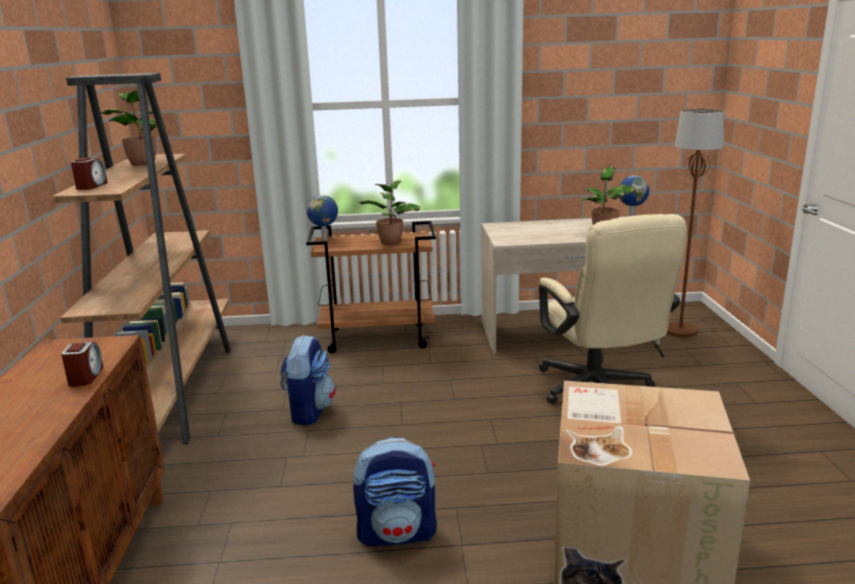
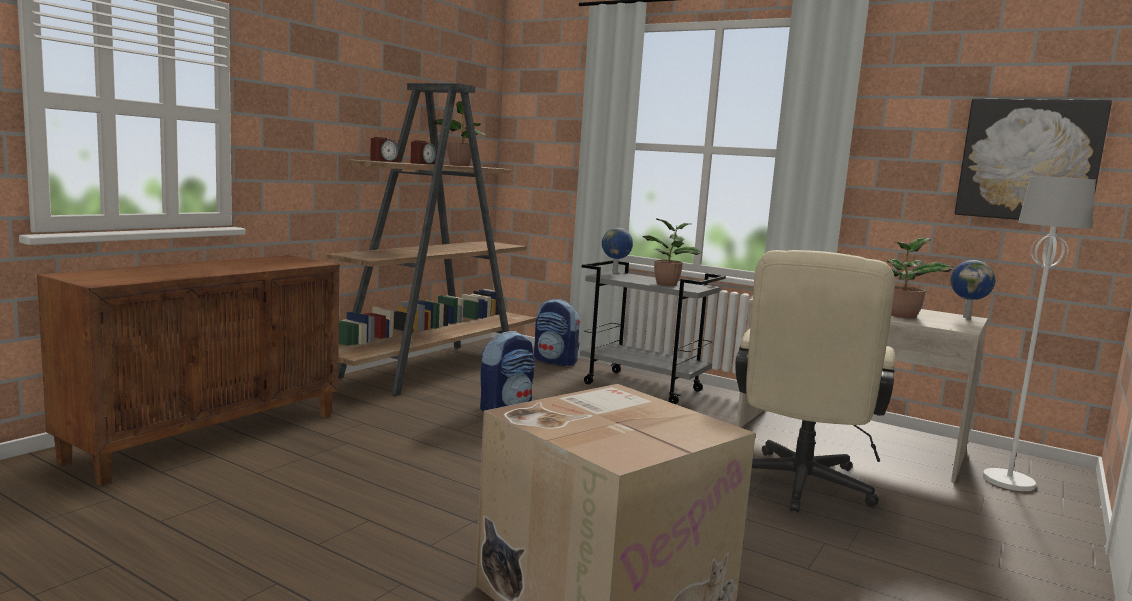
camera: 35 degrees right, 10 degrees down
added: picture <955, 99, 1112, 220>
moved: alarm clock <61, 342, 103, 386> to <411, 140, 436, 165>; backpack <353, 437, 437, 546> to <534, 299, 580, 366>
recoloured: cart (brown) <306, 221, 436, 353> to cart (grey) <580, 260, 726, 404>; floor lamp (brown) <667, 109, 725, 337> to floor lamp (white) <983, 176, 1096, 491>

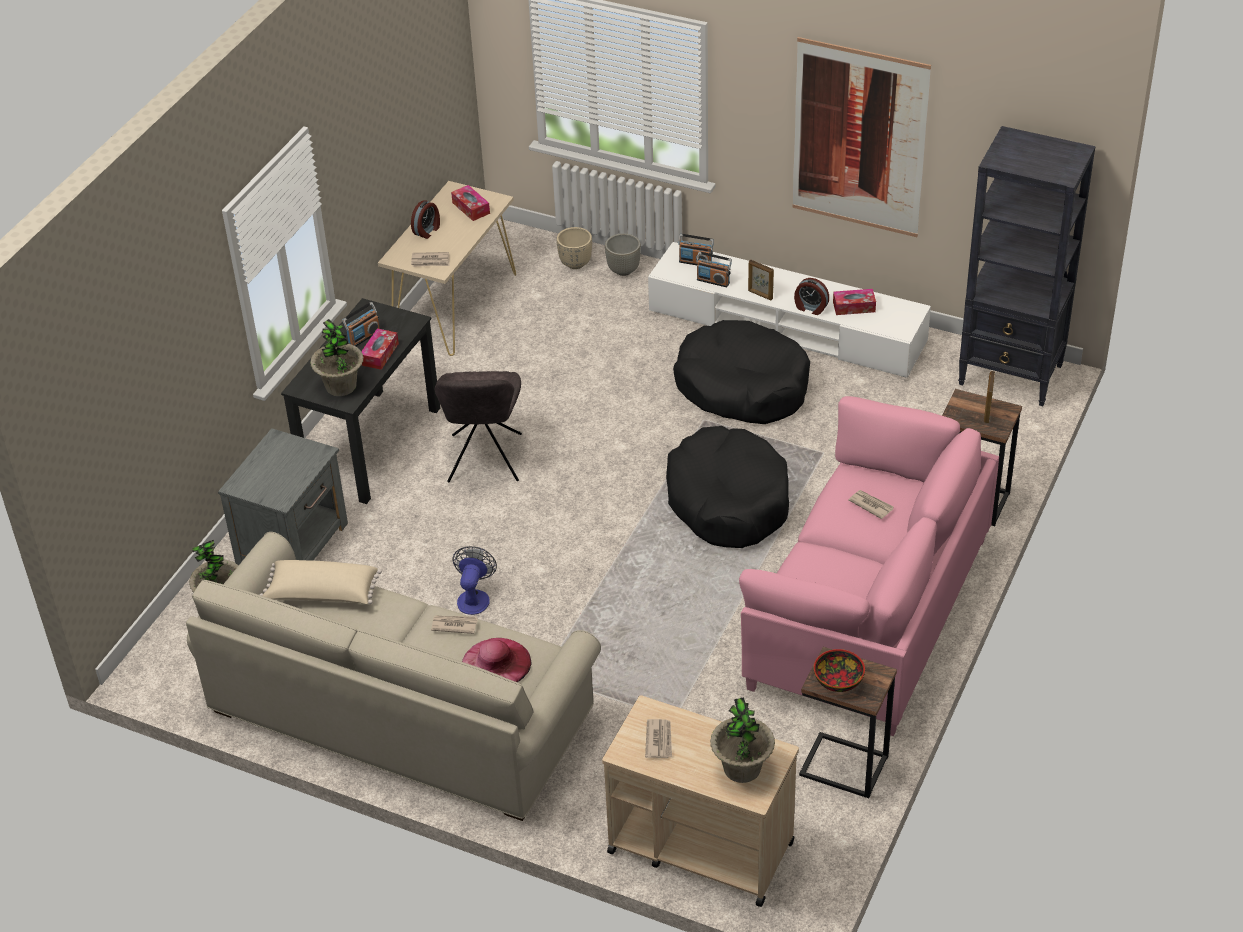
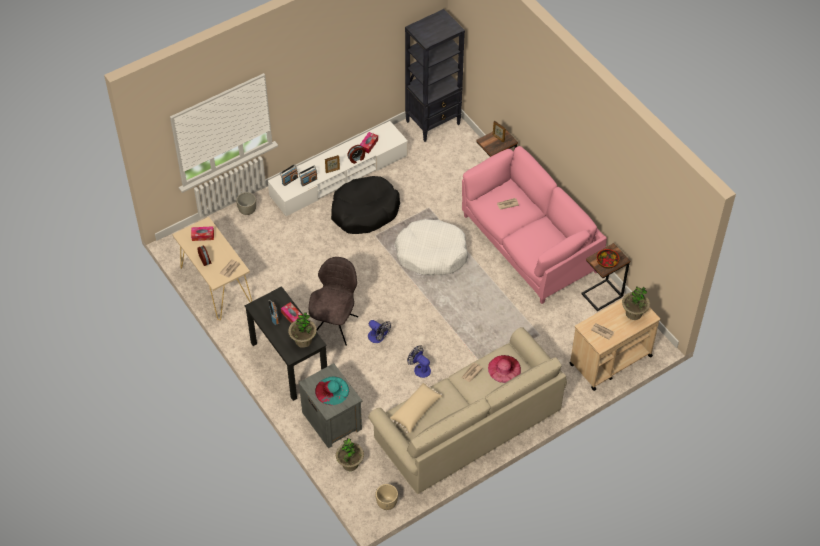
camera: 60 degrees left, 10 degrees up
removed: picture <793, 37, 931, 237>
added: hat (turquoise) <315, 376, 349, 405>; fan <368, 320, 391, 343>
moved: planter (beige) <556, 227, 592, 269> to <375, 484, 398, 510>
recoloured: dog bed (black) <666, 426, 789, 548> to dog bed (white) <395, 219, 468, 275>
turned: chair (grey) <435, 371, 522, 482> = <309, 257, 358, 346> 105 degrees counterclockwise

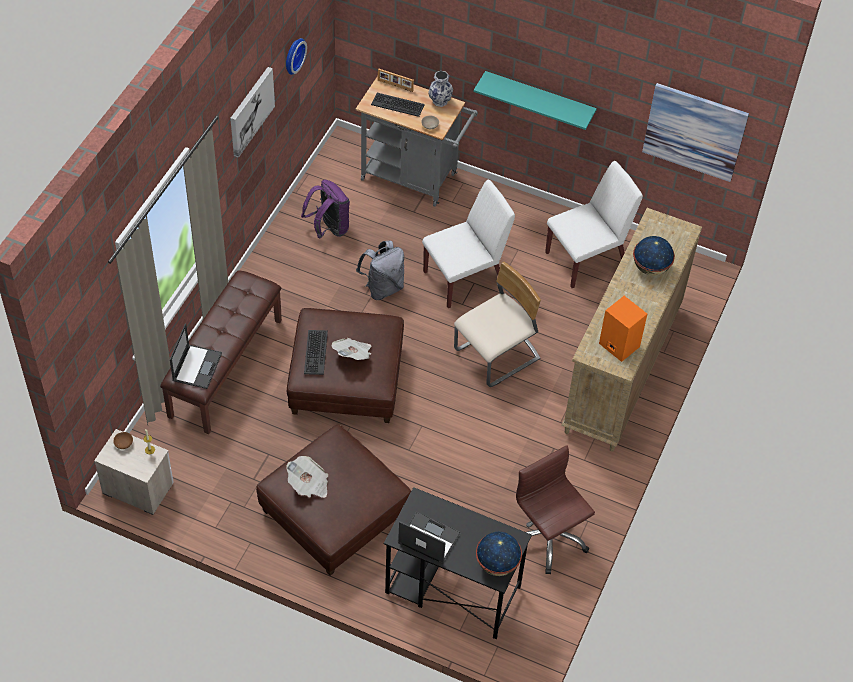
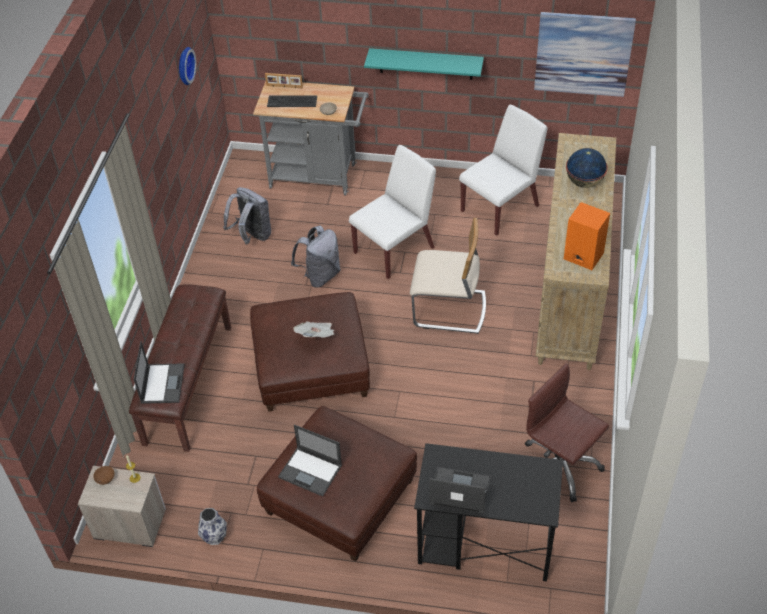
camera: 10 degrees left, 5 degrees down
removed: picture <230, 67, 275, 158>; keyboard <304, 330, 328, 375>; globe <476, 532, 522, 576>
moved: vase <428, 71, 453, 107> to <198, 508, 227, 545>
replaced: newspaper <286, 456, 328, 498> to laptop <278, 424, 342, 496>
recoloured: backpack (purple) <301, 180, 350, 239> to backpack (grey) <223, 187, 271, 244>
turned: chair (beige) <454, 262, 541, 387> = <410, 218, 486, 334> 60 degrees clockwise

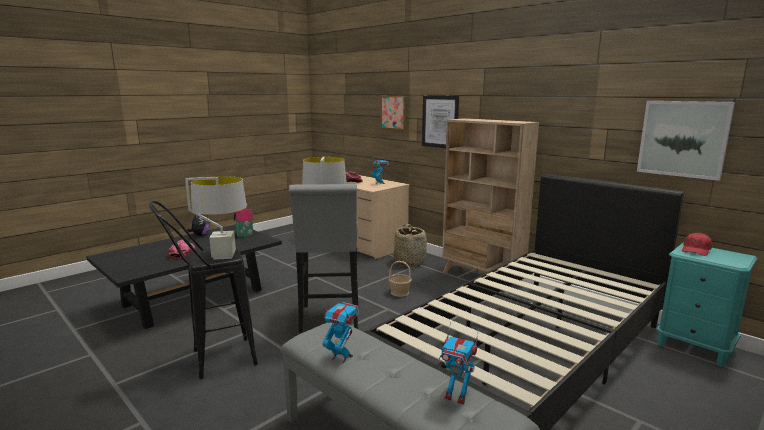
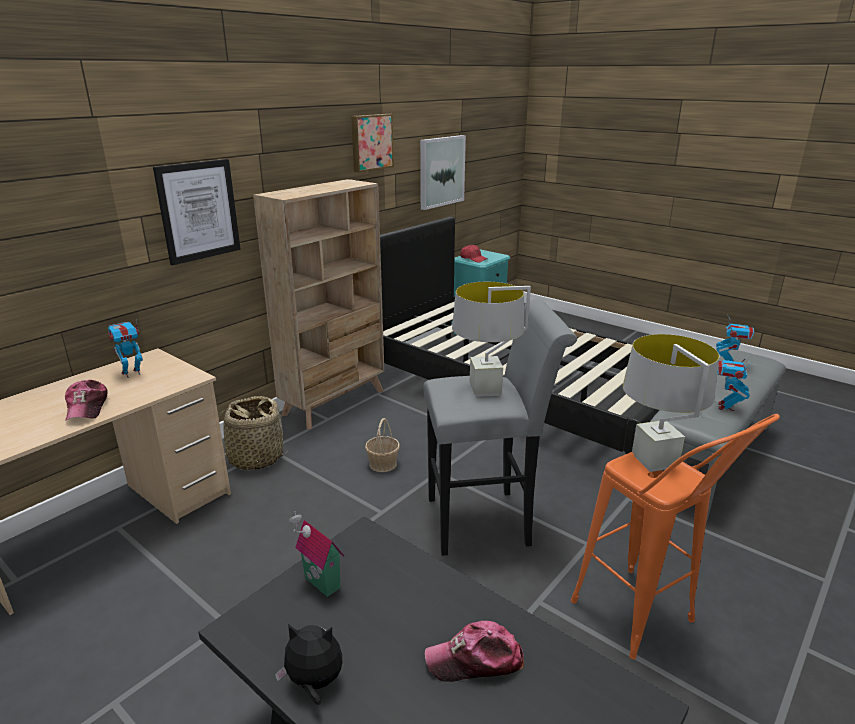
camera: 95 degrees left, 10 degrees up
moved: picture <381, 96, 407, 130> to <351, 114, 394, 172>
recoloured: stool (black) <149, 201, 258, 379> to stool (orange) <571, 414, 780, 659>

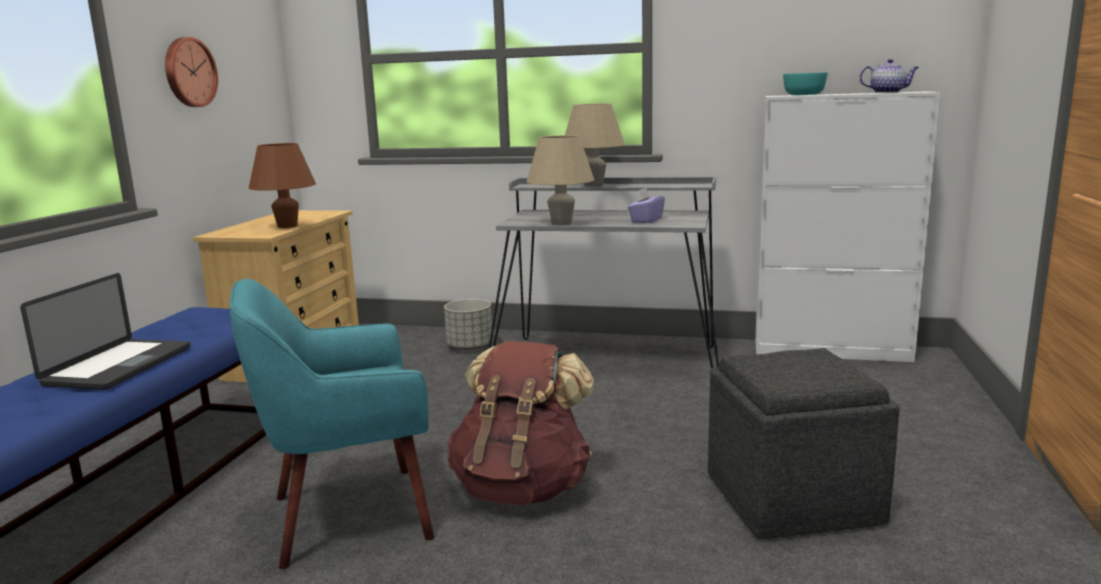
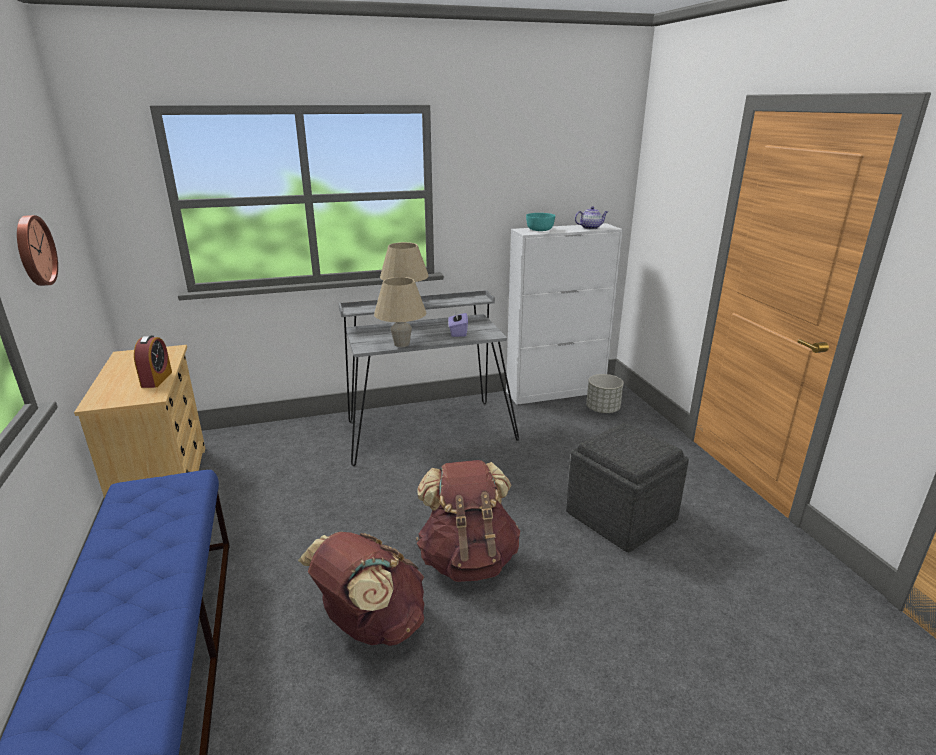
camera: 30 degrees left, 10 degrees up
removed: laptop <20, 273, 191, 390>
moved: planter (grey) <444, 299, 493, 350> to <586, 374, 623, 413>
replaced: table lamp (brown) <249, 143, 316, 228> to alarm clock <134, 335, 172, 388>; armchair (turquoise) <230, 279, 434, 569> to backpack (brown) <298, 532, 424, 646>

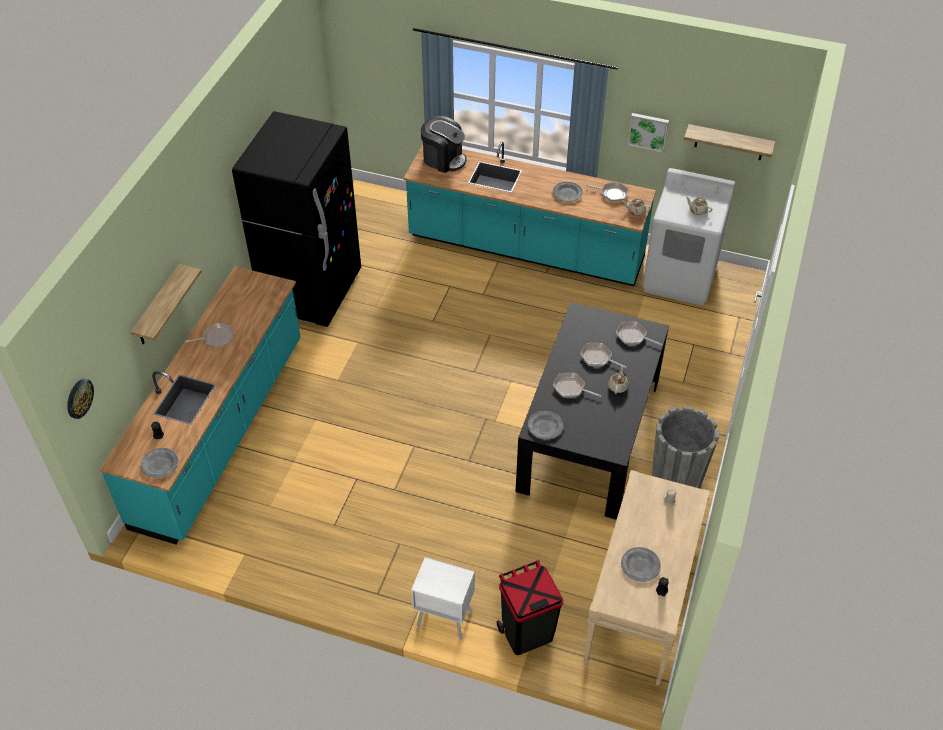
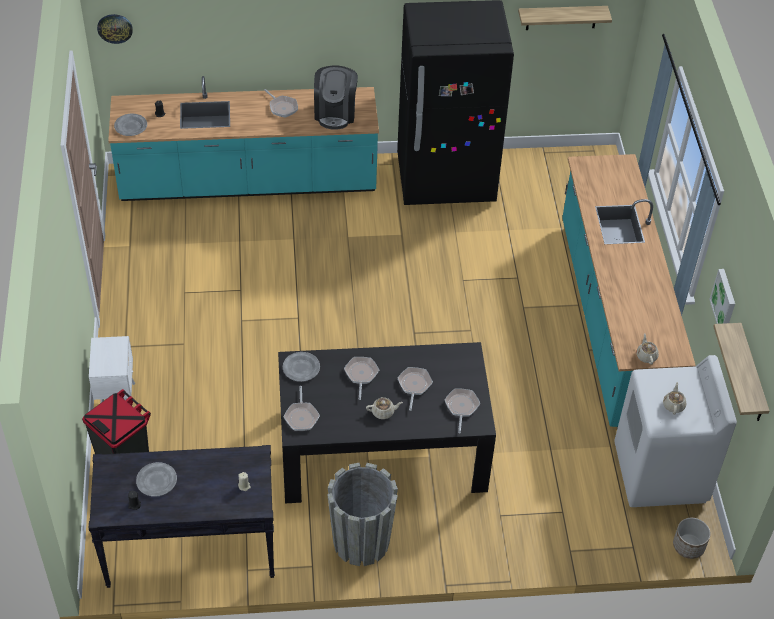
camera: 65 degrees right, 0 degrees up
removed: plate (grey) <553, 182, 583, 202>
added: planter <673, 518, 711, 559>
moved: frying pan <586, 182, 629, 202> to <283, 386, 320, 431>; coffee machine <421, 116, 466, 173> to <314, 66, 358, 130>; shelf <131, 264, 202, 344> to <518, 6, 612, 30>
recoloured: console table (beige) <584, 470, 710, 685> to console table (black) <89, 445, 275, 588>

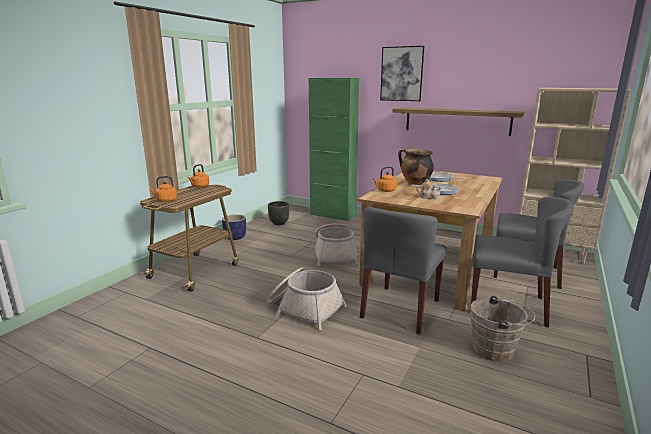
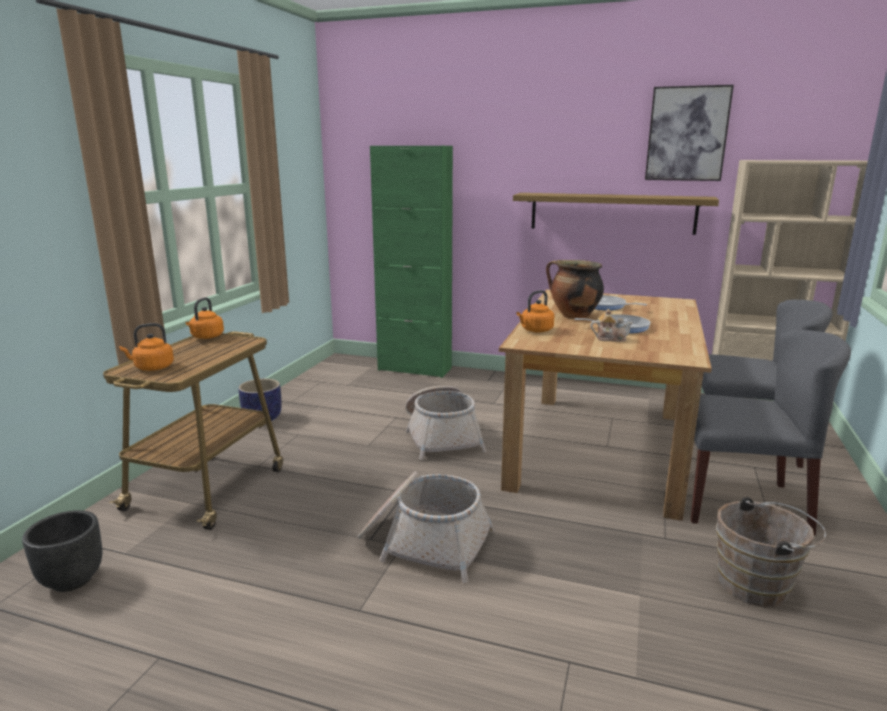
camera: 10 degrees left, 0 degrees up
removed: chair (grey) <360, 207, 447, 335>
moved: planter (black) <268, 201, 289, 225> to <22, 510, 103, 592>; picture <380, 46, 424, 101> to <645, 85, 734, 181>

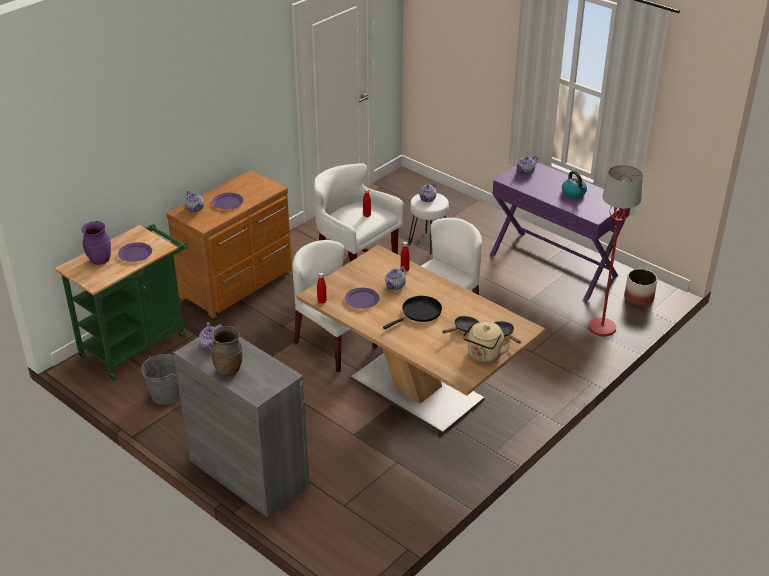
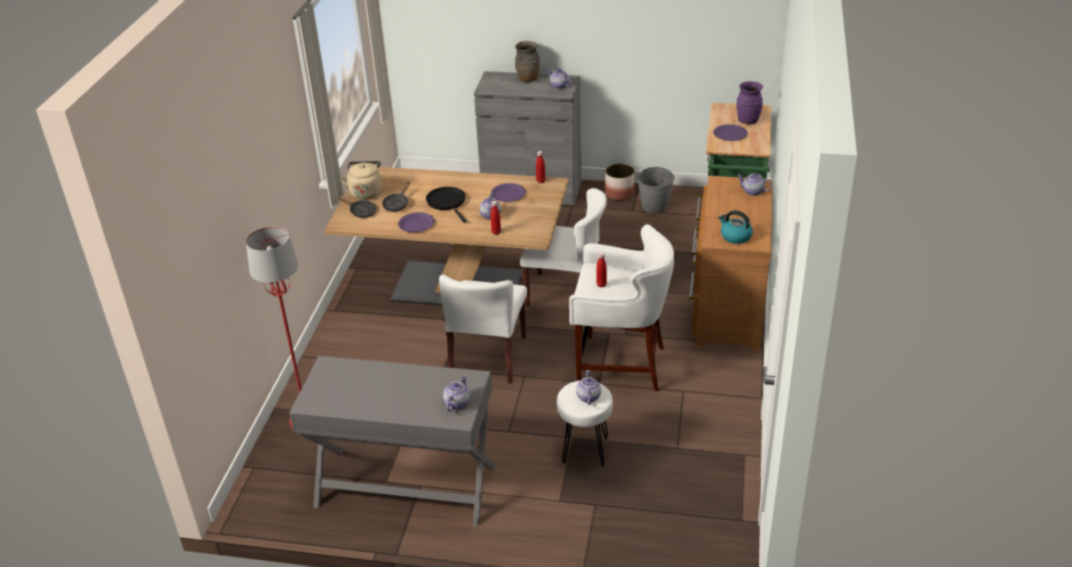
camera: 150 degrees right, 0 degrees up
moved: plate (purple) <212, 193, 243, 209> to <398, 212, 435, 232>; planter <624, 269, 657, 306> to <605, 164, 635, 200>; kettle <562, 171, 587, 198> to <718, 210, 753, 244>
recoloured: console table (purple) <490, 161, 630, 302> to console table (grey) <289, 356, 496, 526>
turned: frying pan (black) <383, 296, 442, 329> = <426, 187, 467, 223> 135 degrees clockwise

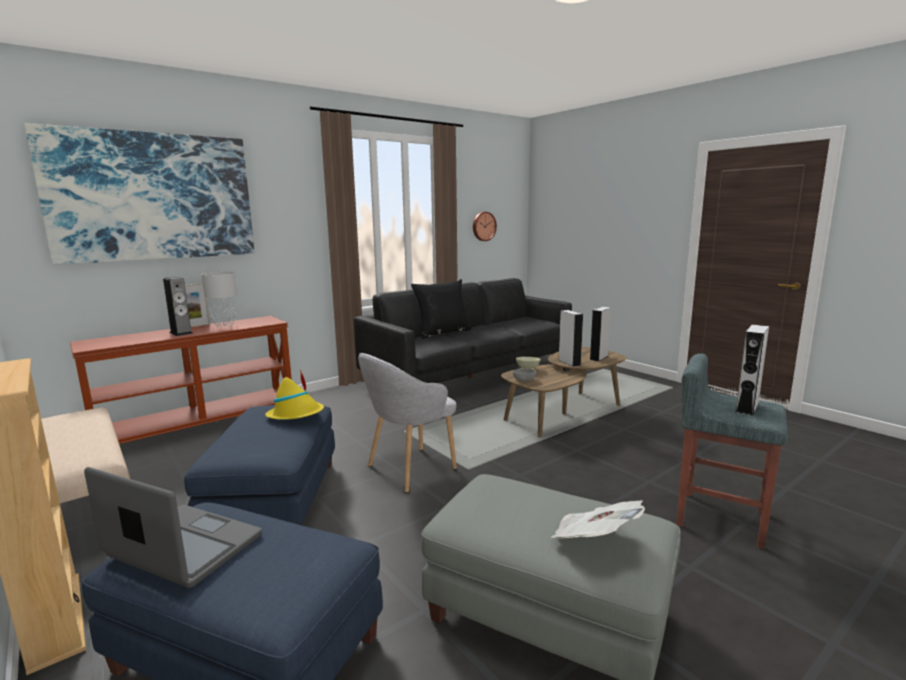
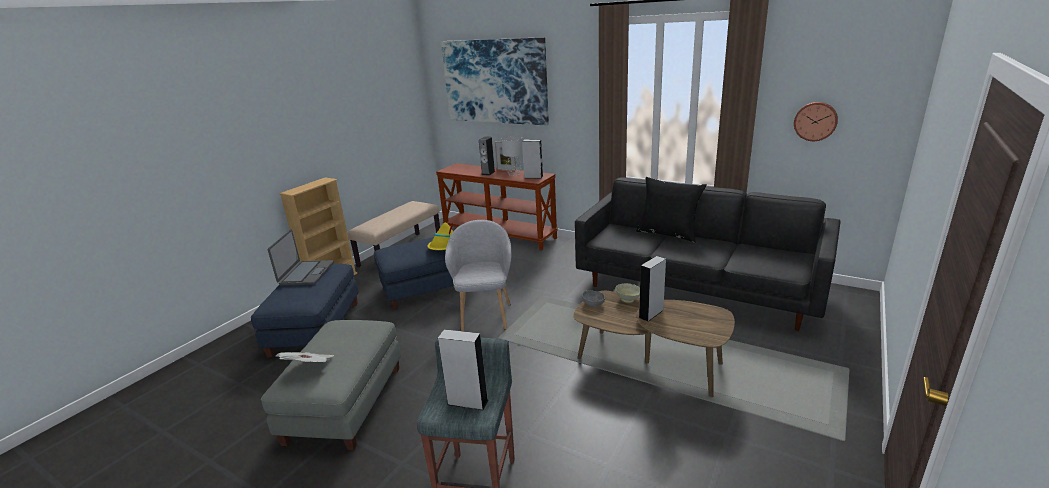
camera: 70 degrees right, 10 degrees up
moved: speaker (grey) <590, 307, 611, 361> to <522, 140, 543, 179>
turned: armchair (grey) <358, 353, 457, 493> = <445, 220, 511, 331> 60 degrees clockwise

